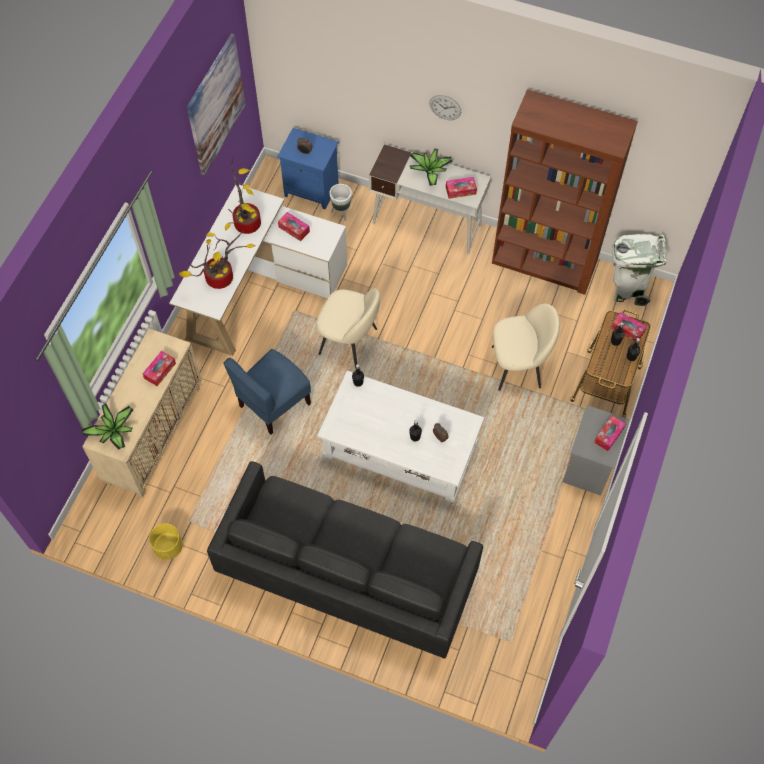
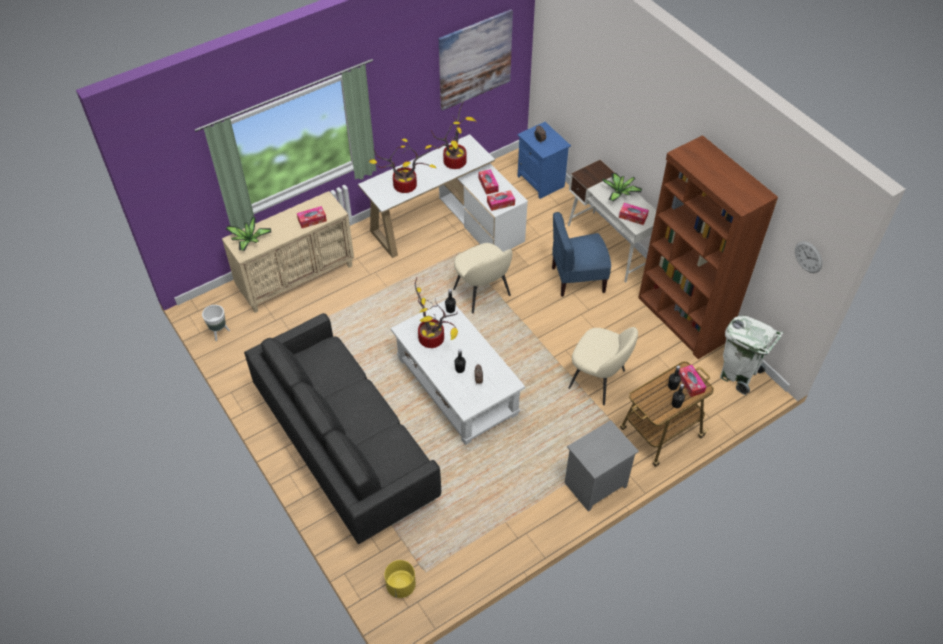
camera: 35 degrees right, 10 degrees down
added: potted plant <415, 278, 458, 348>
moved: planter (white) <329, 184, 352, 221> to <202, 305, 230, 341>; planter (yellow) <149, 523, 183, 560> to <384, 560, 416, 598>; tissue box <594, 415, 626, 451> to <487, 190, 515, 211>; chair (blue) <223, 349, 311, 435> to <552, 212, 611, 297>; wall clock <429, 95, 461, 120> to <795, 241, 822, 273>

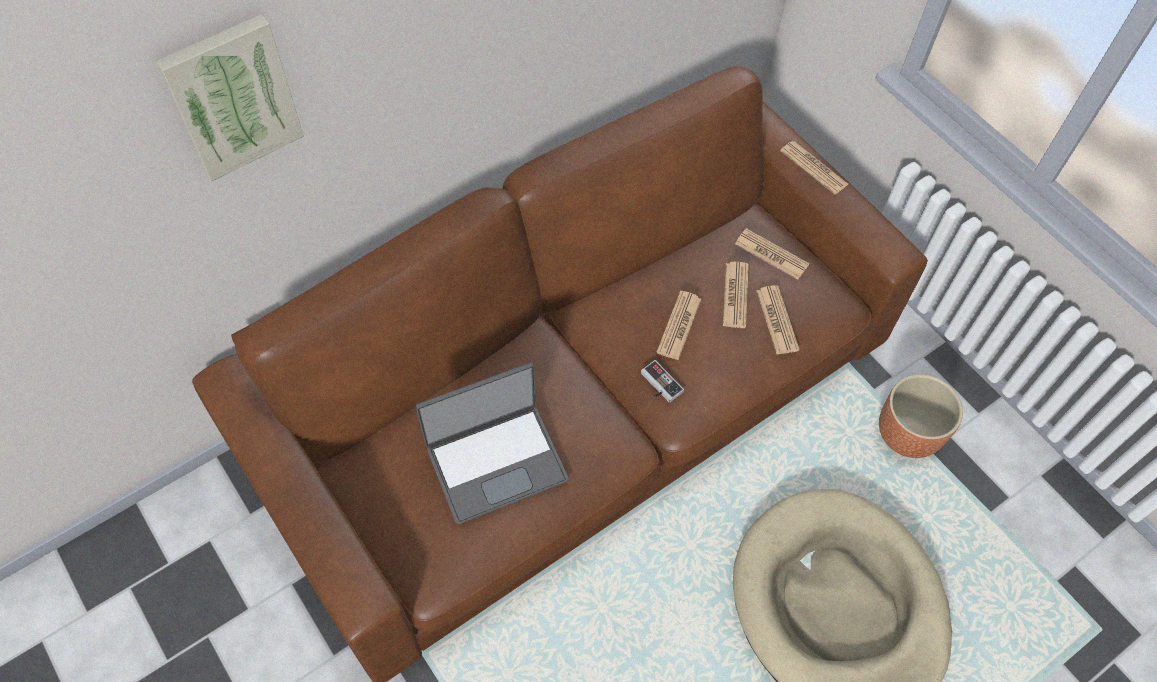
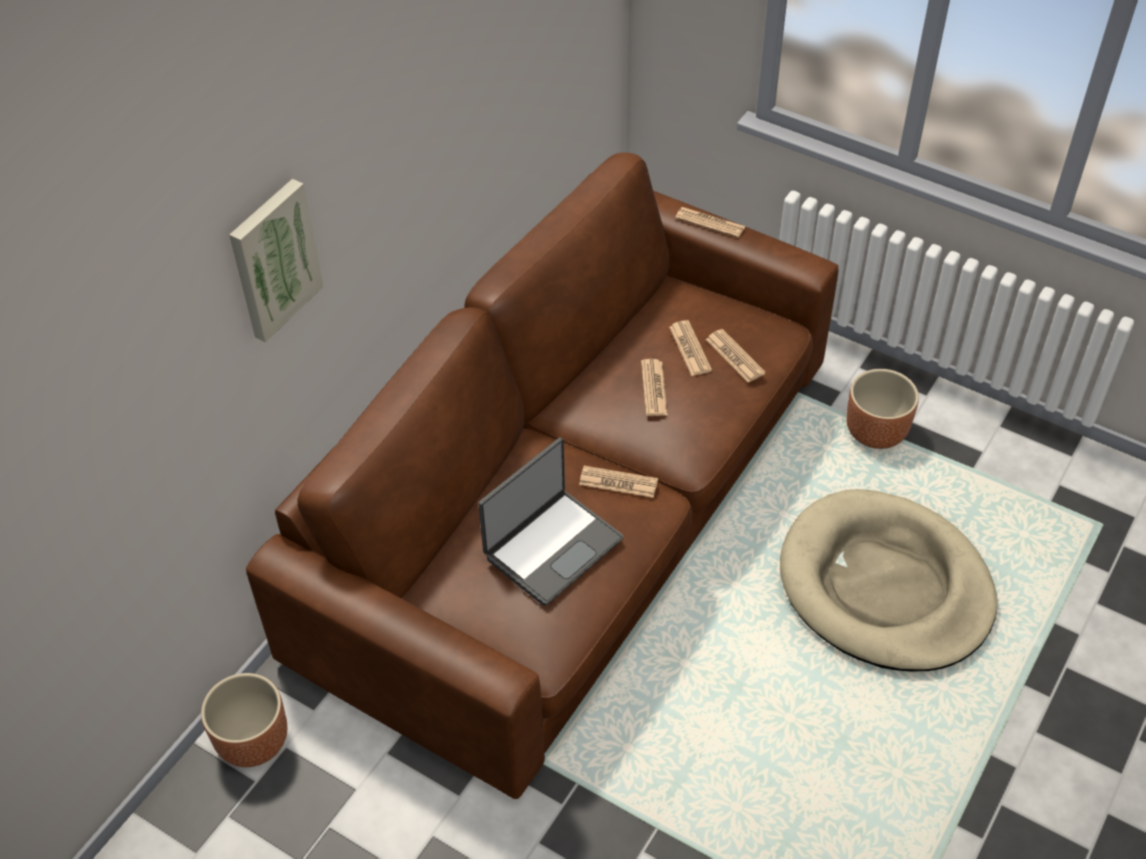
camera: 20 degrees left, 10 degrees down
removed: game controller <641, 360, 684, 403>
added: planter (brown) <201, 673, 287, 767>
moved: newspaper <735, 228, 809, 280> to <579, 466, 658, 498>

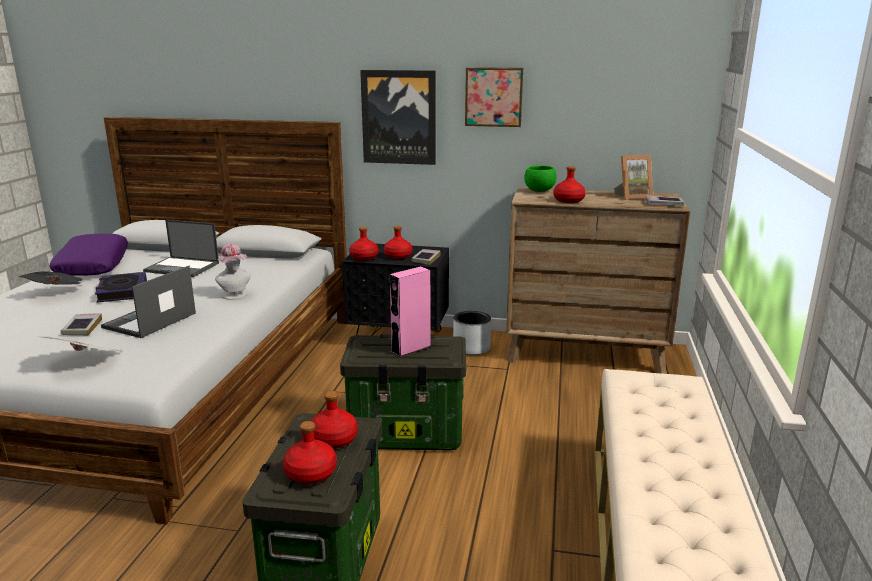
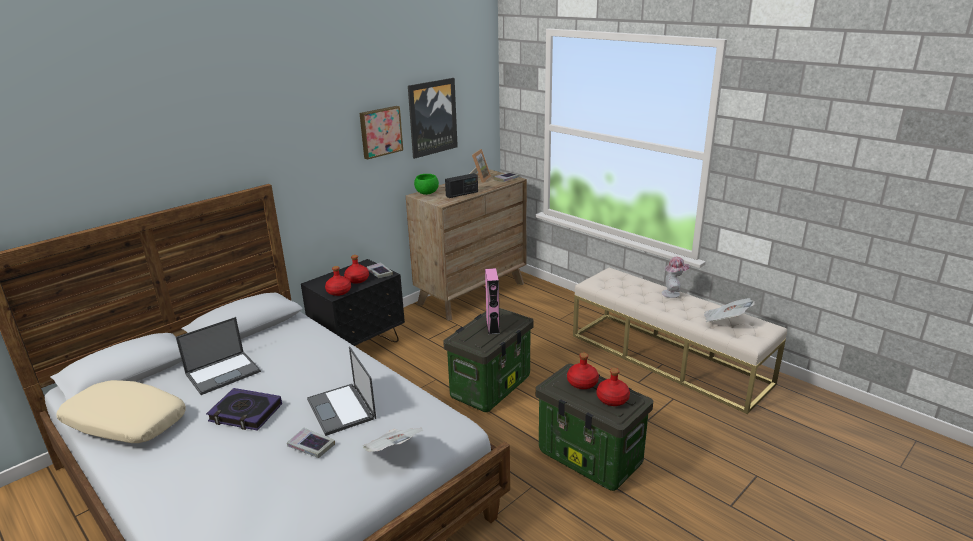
camera: 55 degrees left, 5 degrees up
removed: planter (grey) <453, 311, 491, 355>
moved: picture <360, 70, 436, 165> to <408, 78, 458, 159>; hat <215, 244, 251, 300> to <662, 257, 690, 298>; newspaper <19, 271, 83, 285> to <704, 298, 755, 322>
replaced: bottle (red) <554, 166, 586, 203> to radio <445, 173, 478, 198>
recoloured: pillow (purple) <50, 234, 128, 276> to pillow (beige) <56, 380, 186, 443>

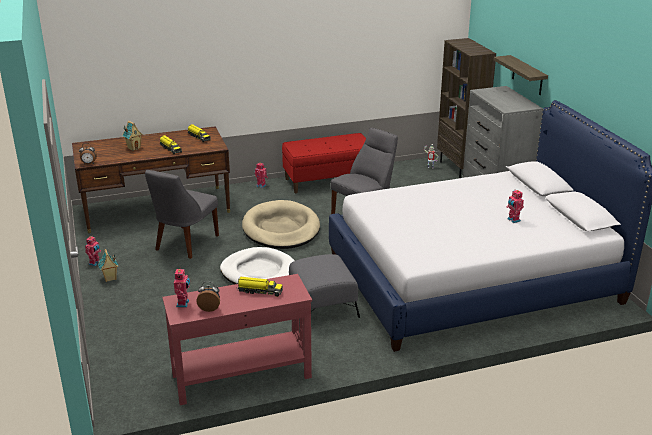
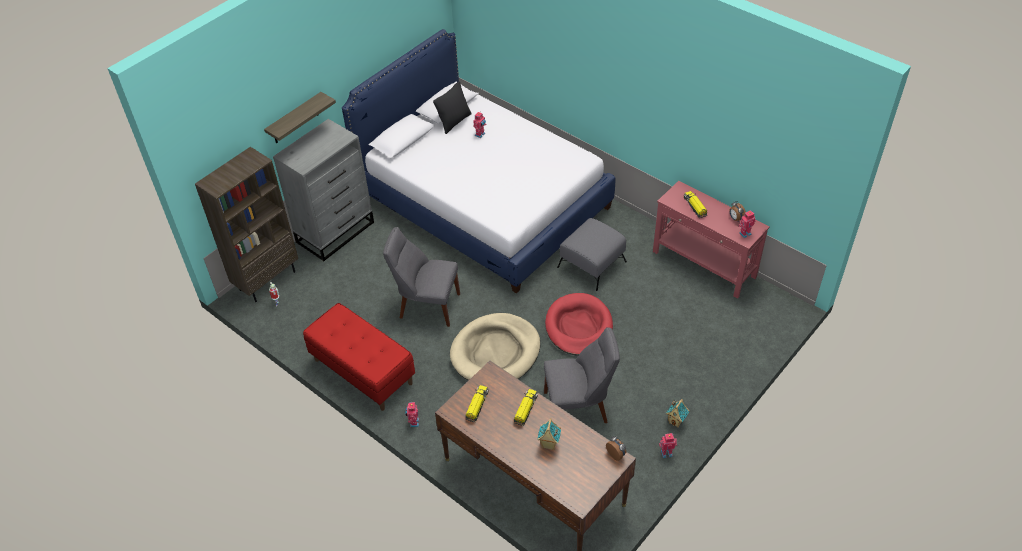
camera: 120 degrees left, 20 degrees up
added: pillow (black) <433, 81, 471, 134>
recoloured: dog bed (white) <220, 247, 295, 284> to dog bed (red) <545, 293, 613, 356>

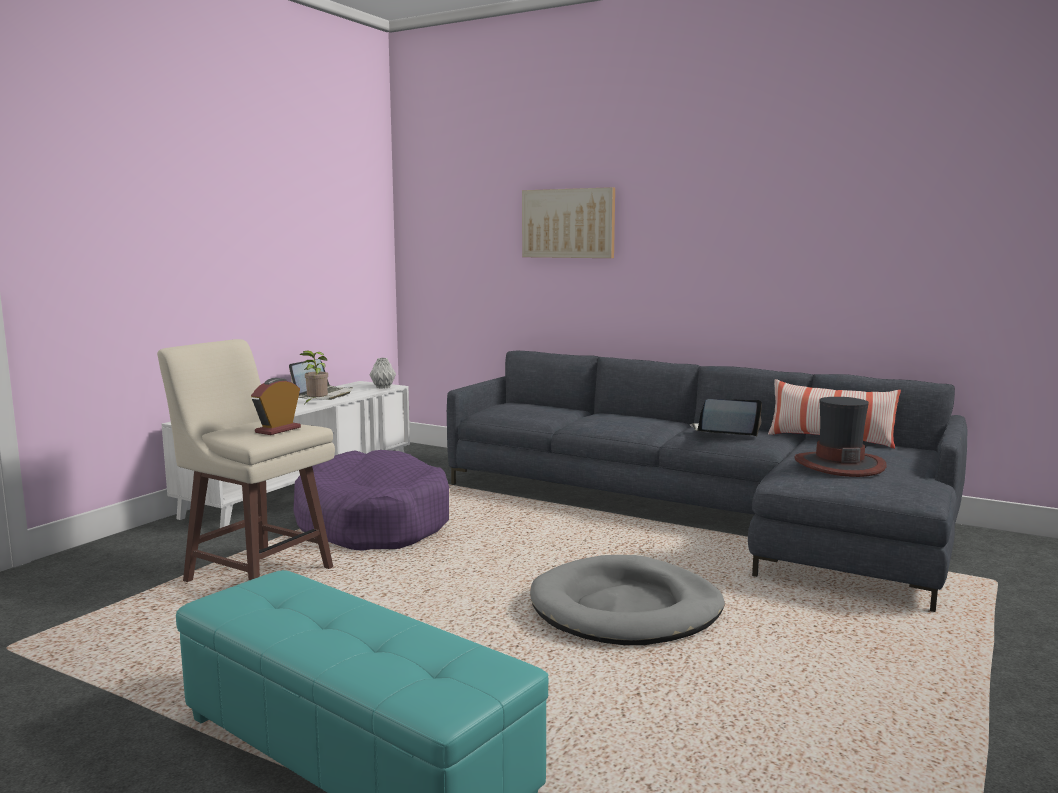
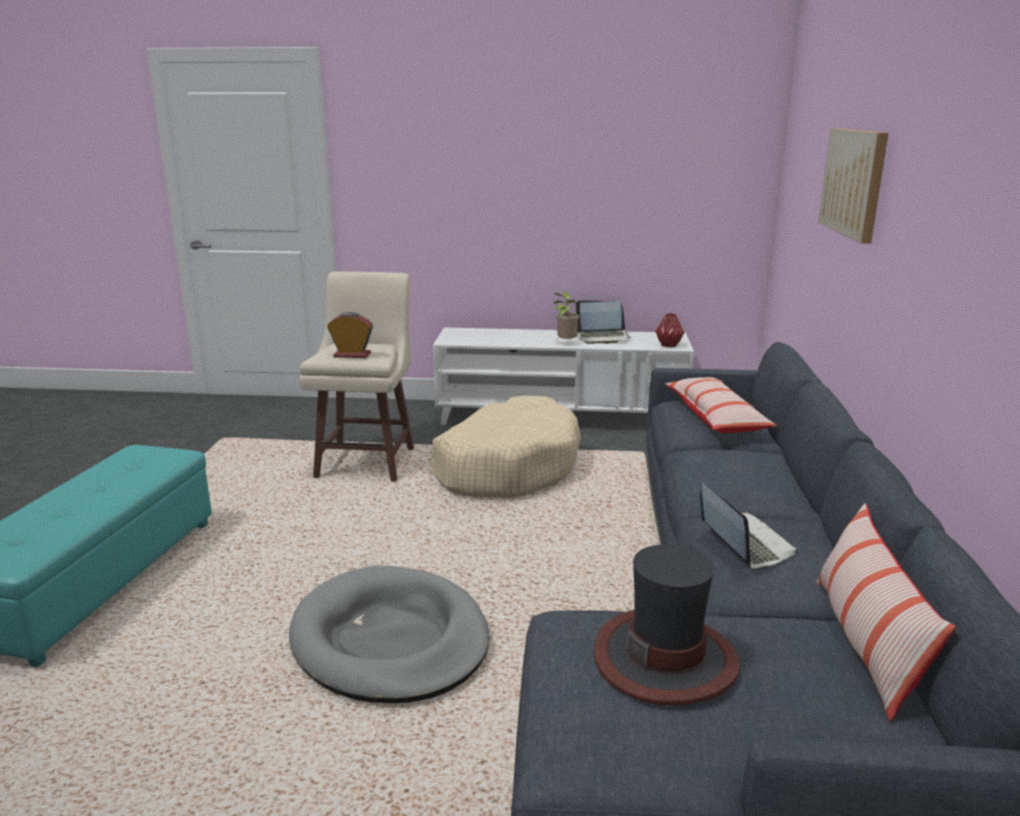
camera: 65 degrees right, 10 degrees up
added: pillow <665, 377, 777, 433>
recoloured: dog bed (purple) <293, 450, 449, 550> to dog bed (beige) <431, 396, 581, 498>; vase (grey) <370, 358, 396, 388> to vase (red) <655, 313, 684, 348>

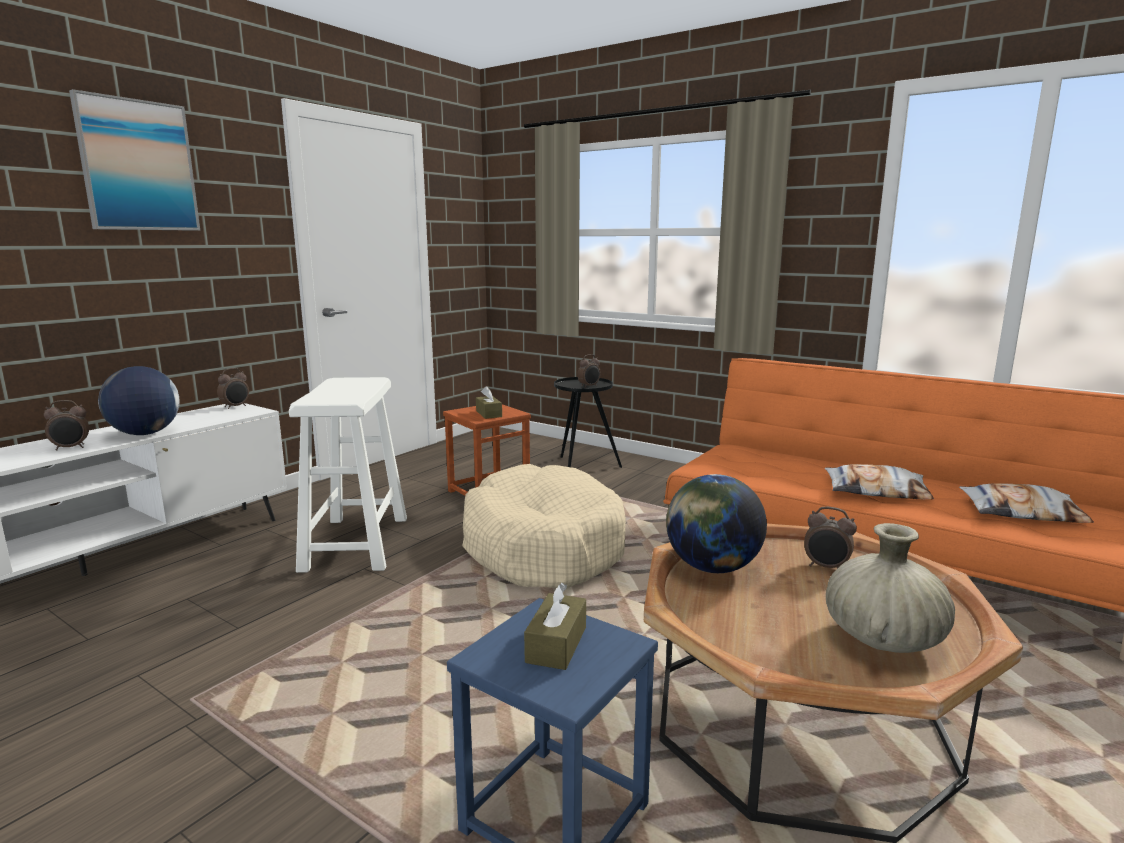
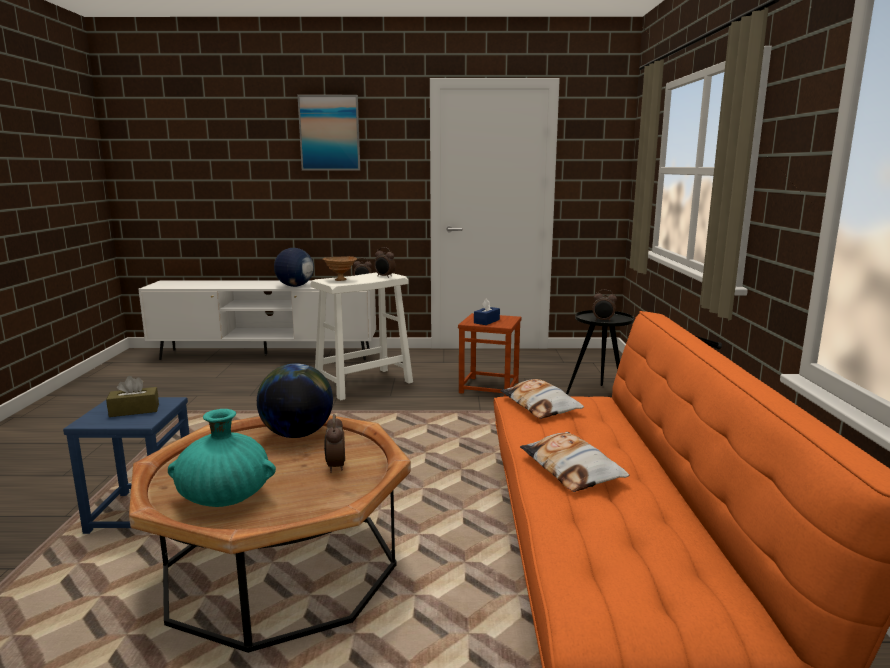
camera: 55 degrees right, 0 degrees up
removed: dog bed (beige) <462, 464, 626, 588>
added: bowl (brown) <322, 256, 357, 281>
moved: alarm clock <44, 400, 89, 450> to <374, 247, 395, 278>; pillow <959, 483, 1094, 523> to <500, 379, 584, 419>
recoloured: vase (beige) <826, 523, 955, 653> to vase (turquoise) <168, 409, 276, 507>; tissue box (brown) <476, 386, 502, 419> to tissue box (blue) <474, 298, 500, 325>

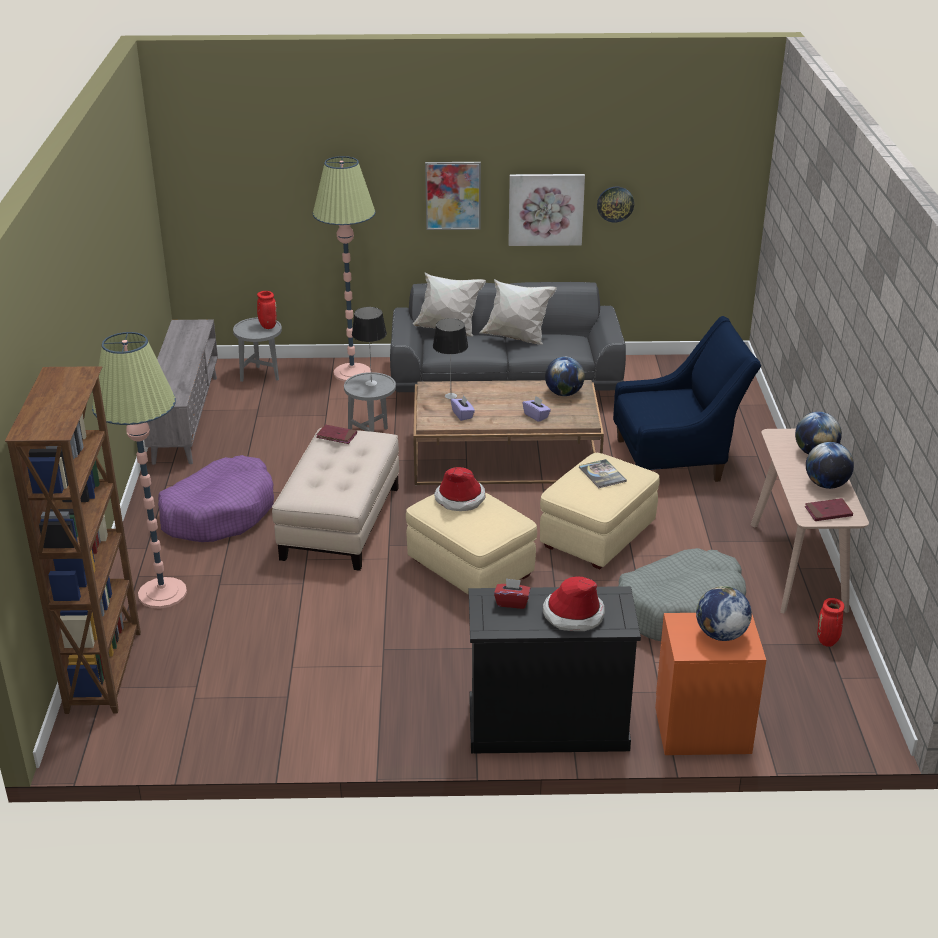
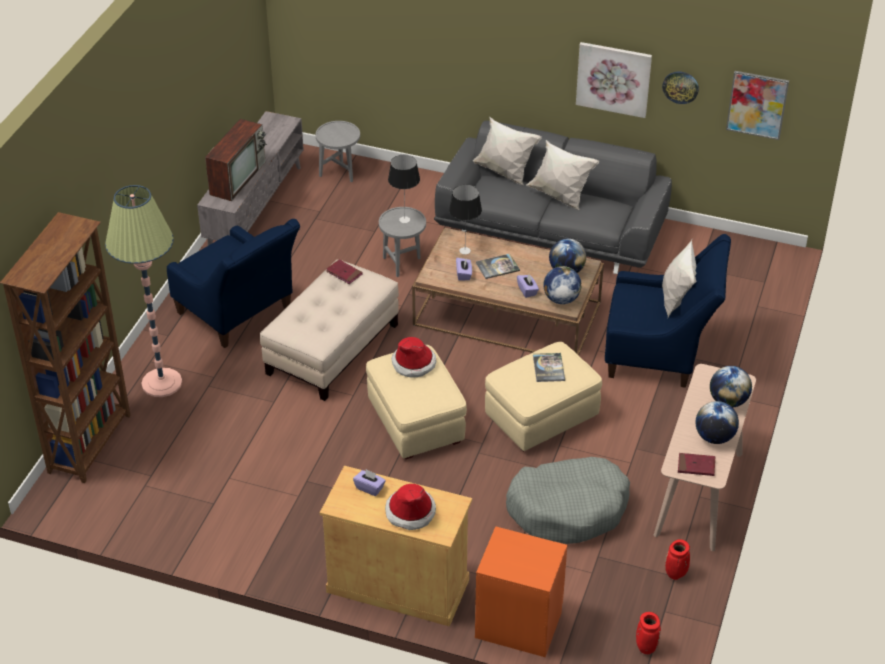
camera: 20 degrees right, 10 degrees up
removed: floor lamp <313, 156, 375, 382>
added: television <205, 119, 267, 201>; book <476, 254, 520, 279>; pillow (white) <662, 240, 696, 318>
moved: globe <696, 586, 752, 641> to <543, 266, 582, 304>; vase (red) <257, 291, 277, 329> to <636, 612, 661, 654>; picture <425, 162, 481, 230> to <726, 71, 789, 140>
replaced: dog bed (purple) <158, 455, 274, 542> to armchair (blue) <167, 219, 300, 348>
recoloured: cabinet (black) <469, 586, 641, 754> to cabinet (beige) <320, 466, 472, 627>; tissue box (red) <494, 578, 530, 609> to tissue box (purple) <353, 469, 386, 496>

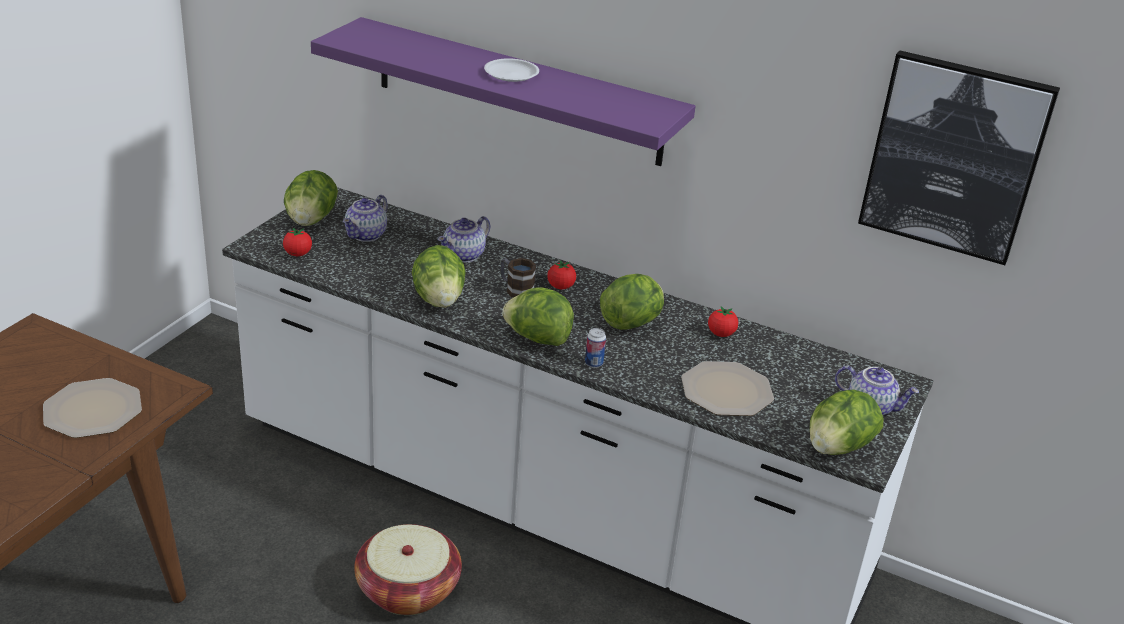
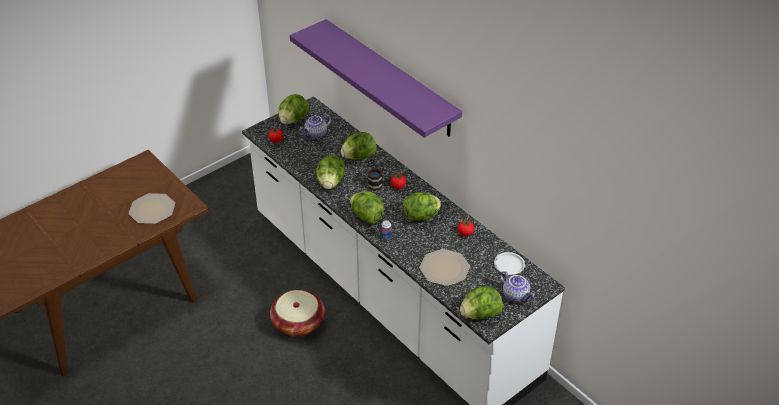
camera: 25 degrees right, 10 degrees up
removed: picture <858, 50, 1060, 265>
moved: plate (white) <484, 58, 539, 82> to <494, 252, 525, 275>
replaced: teapot <438, 216, 490, 262> to lettuce <341, 132, 377, 160>

